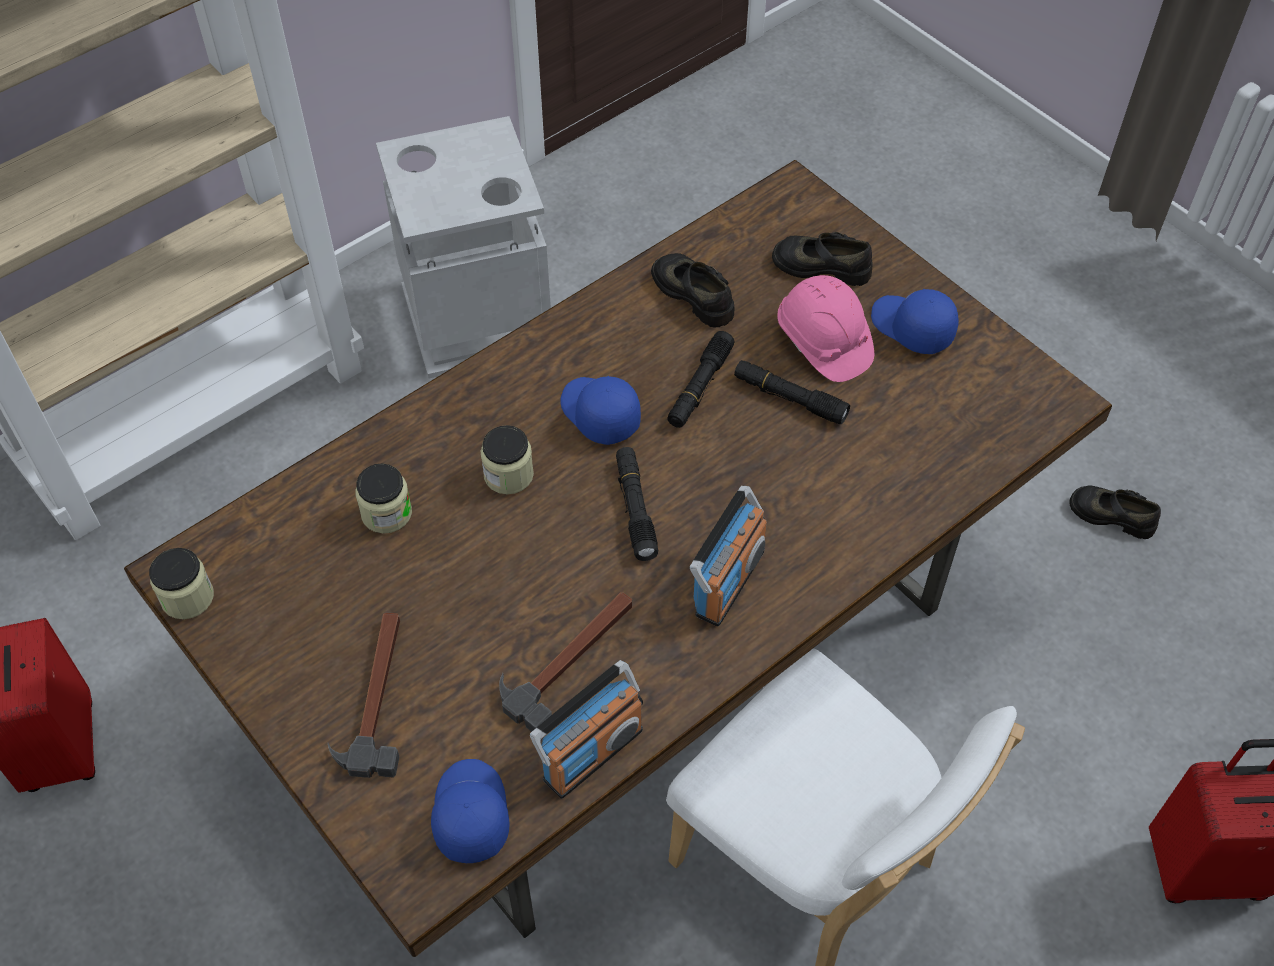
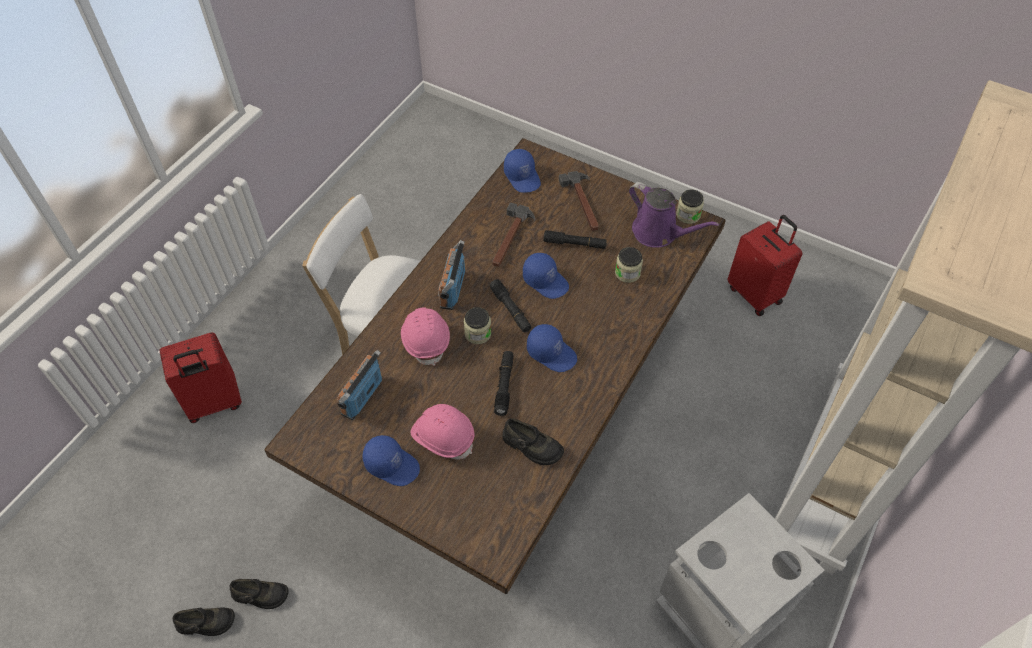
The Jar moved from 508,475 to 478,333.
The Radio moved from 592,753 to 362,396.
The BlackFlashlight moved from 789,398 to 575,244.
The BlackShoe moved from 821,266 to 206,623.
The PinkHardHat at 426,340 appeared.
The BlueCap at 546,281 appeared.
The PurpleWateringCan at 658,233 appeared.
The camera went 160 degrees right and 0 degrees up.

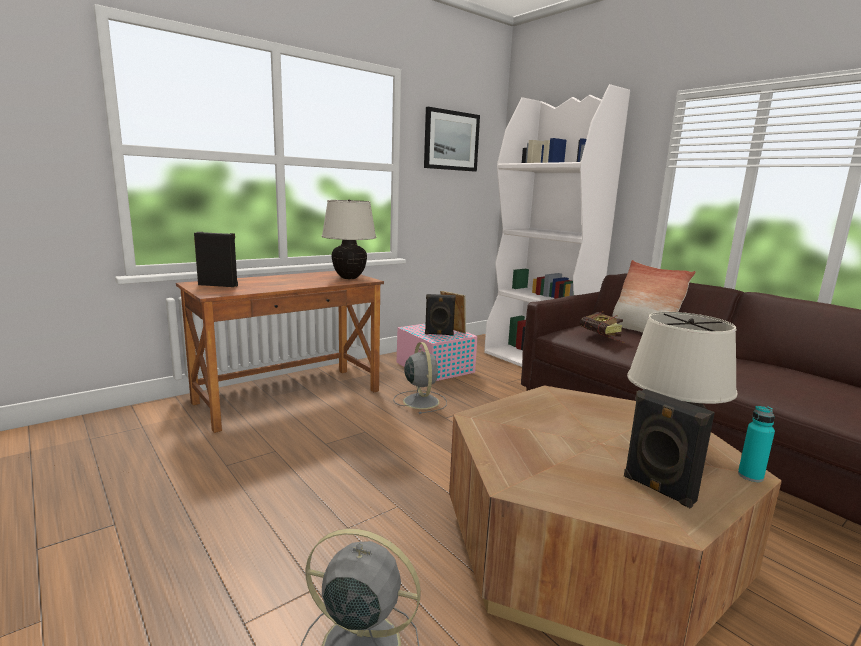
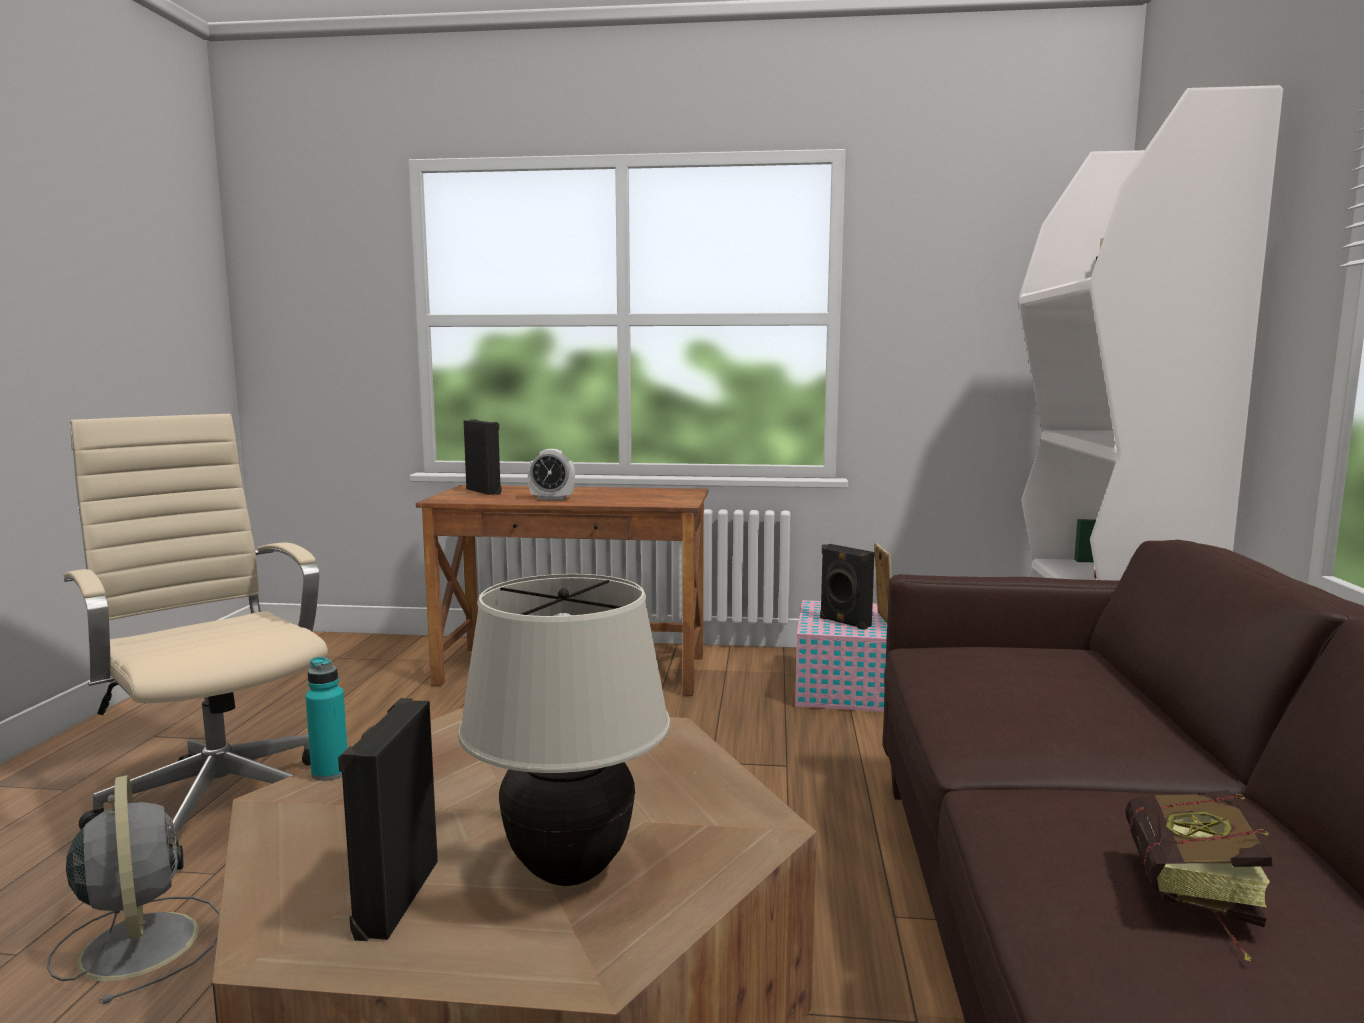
The BeigeTableLamp at 349,278 disappeared.
The GreyFan at 420,401 disappeared.
The Picture at 451,140 disappeared.
The Book moved from 602,337 to 1193,901.
The Pillow at 642,333 disappeared.
The TurquoiseBottle moved from 750,476 to 330,773.
The BeigeOfficeChair at 218,803 appeared.
The AlarmClock at 552,499 appeared.
The camera went 45 degrees right and 5 degrees down.

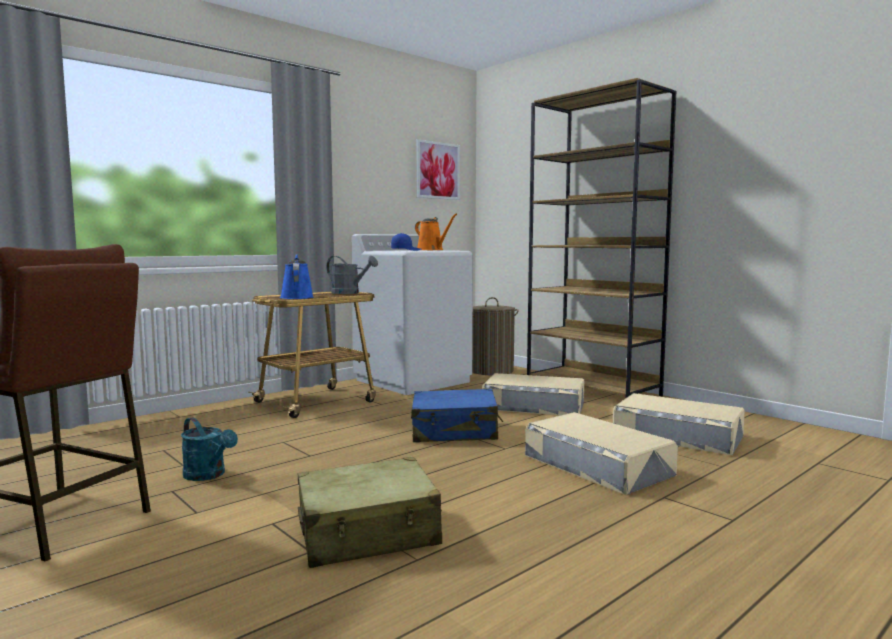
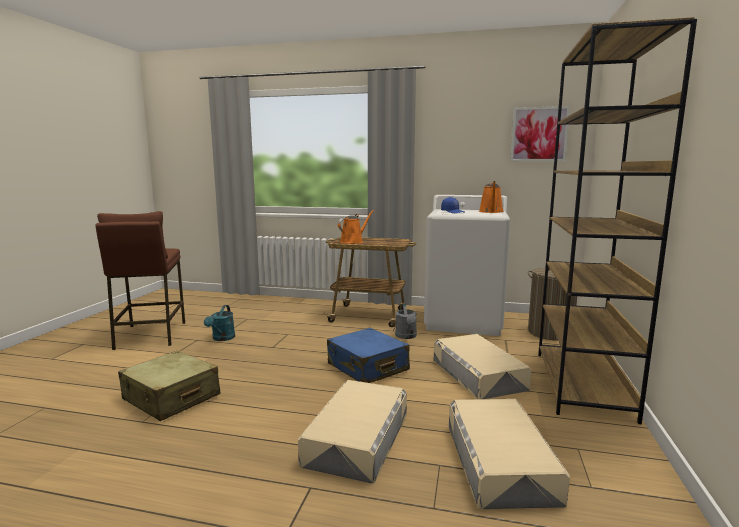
The BlueWateringCan at 296,297 became the OrangeWateringCan at 353,241.
The GreyWateringCan moved from 349,293 to 406,336.
The camera went 55 degrees right and 5 degrees up.

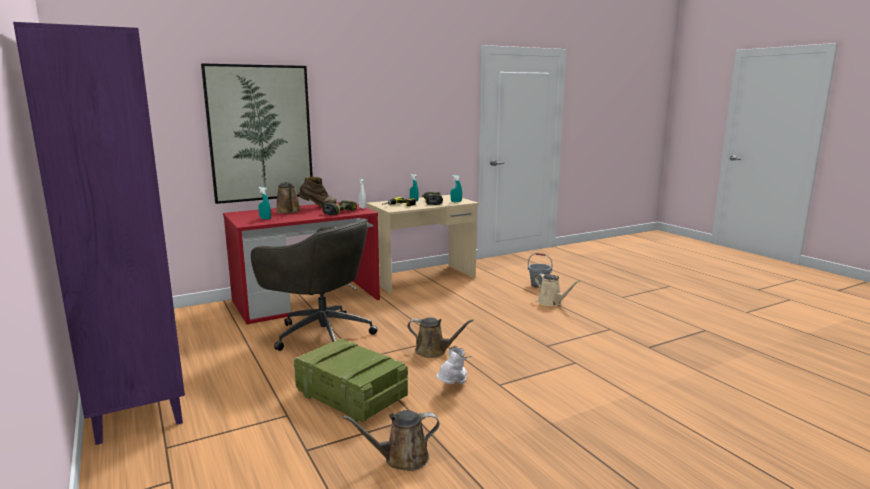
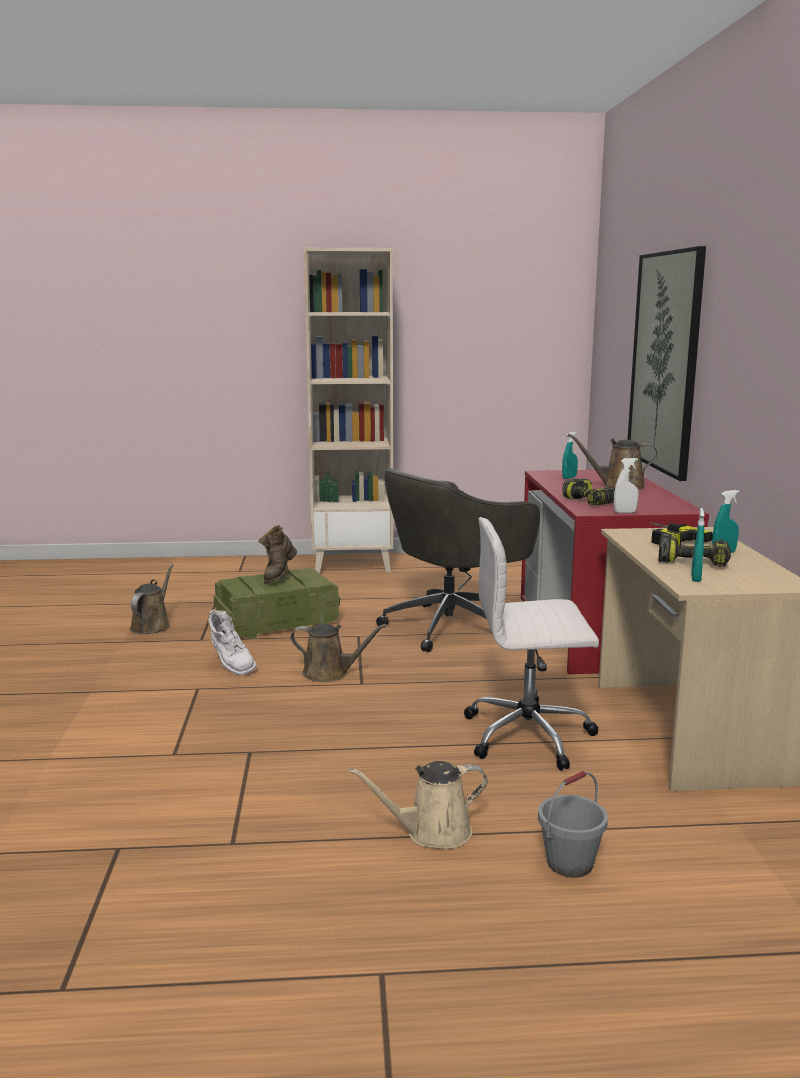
The PurpleBookcase at 137,411 became the BeigeBookcase at 353,564.
The BrownBoot moved from 318,207 to 278,577.
The BrownWateringCan at 433,351 turned 120 degrees counterclockwise.
The WhiteOfficeChair at 530,735 appeared.
The camera went 115 degrees right and 0 degrees up.

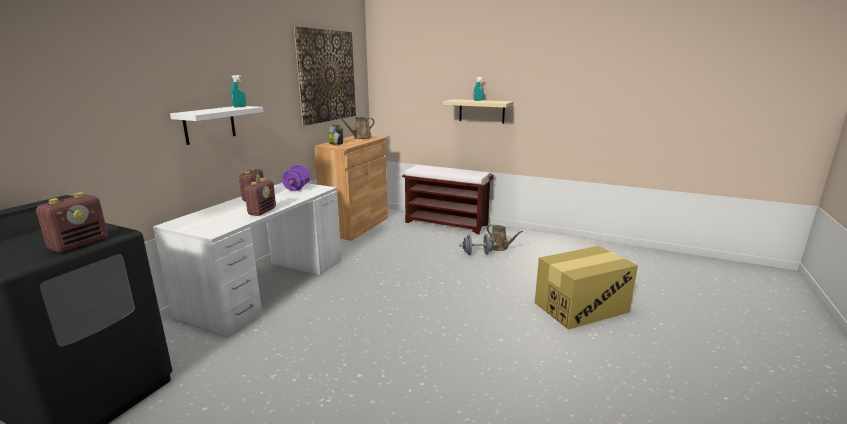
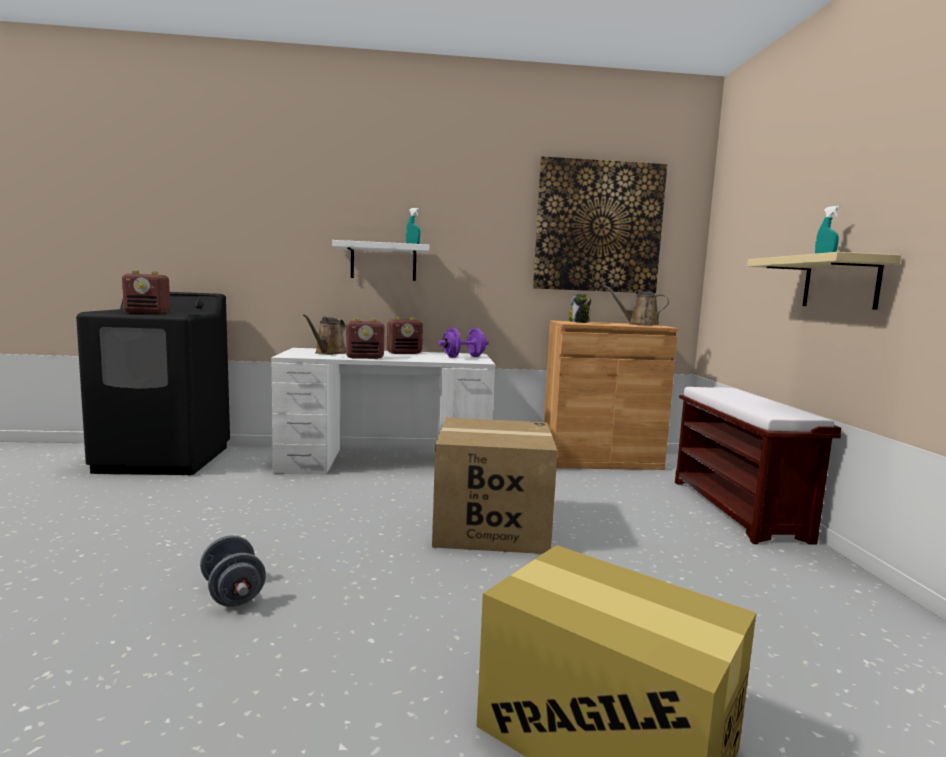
The GreyDumbbell moved from 477,253 to 233,593.
The BrownWateringCan moved from 499,247 to 328,353.
The CardboardBox at 491,526 appeared.
The camera went 60 degrees right and 10 degrees down.

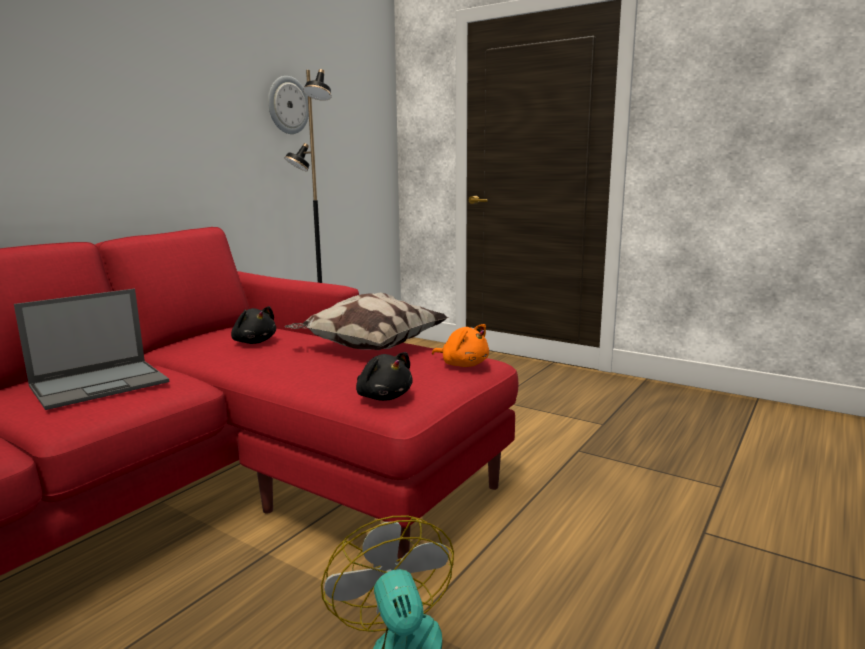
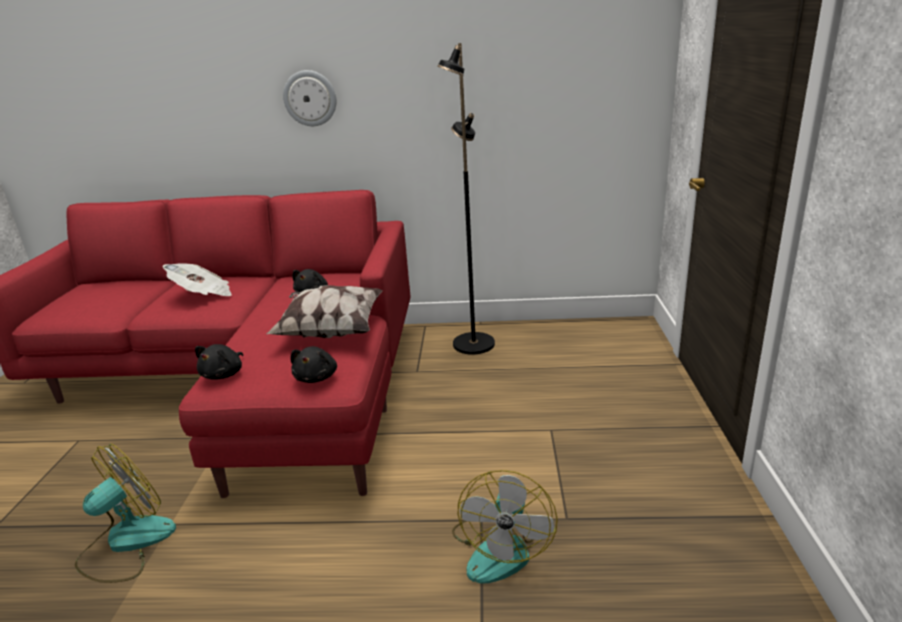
The Laptop at 101,384 was replaced by the Newspaper at 203,295.
The WallClock moved from 287,105 to 310,98.
The OrangePlushToy at 463,364 became the BlackPlushToy at 317,377.
The Fan at 501,548 appeared.
The camera went 60 degrees right and 10 degrees up.

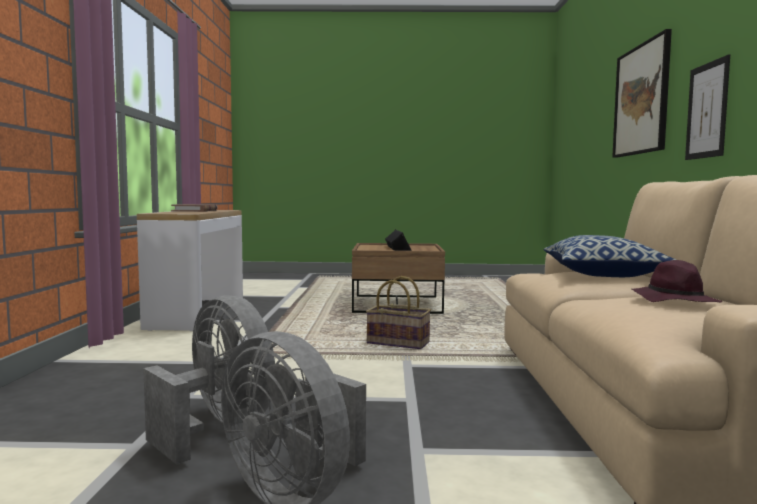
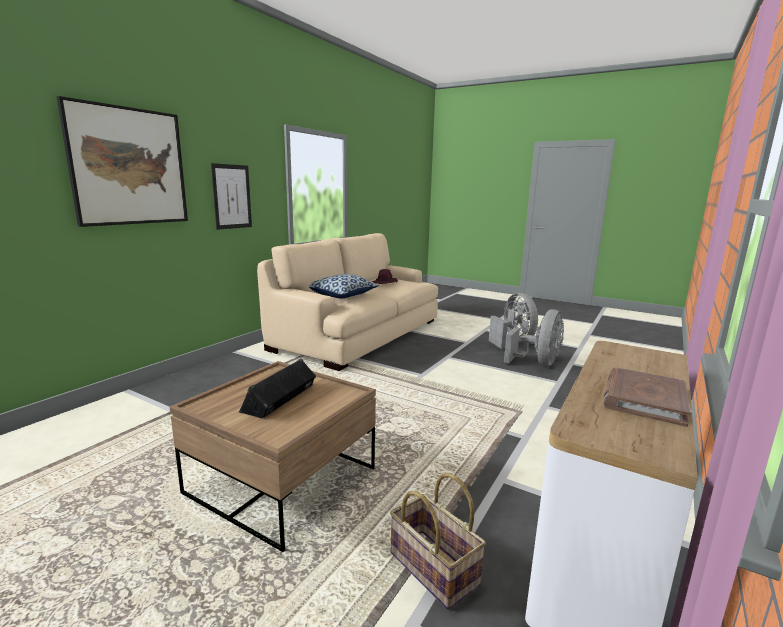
The GreyFan at 218,428 turned 135 degrees counterclockwise.
The Basket moved from 399,343 to 432,569.
The camera went 150 degrees left and 10 degrees up.

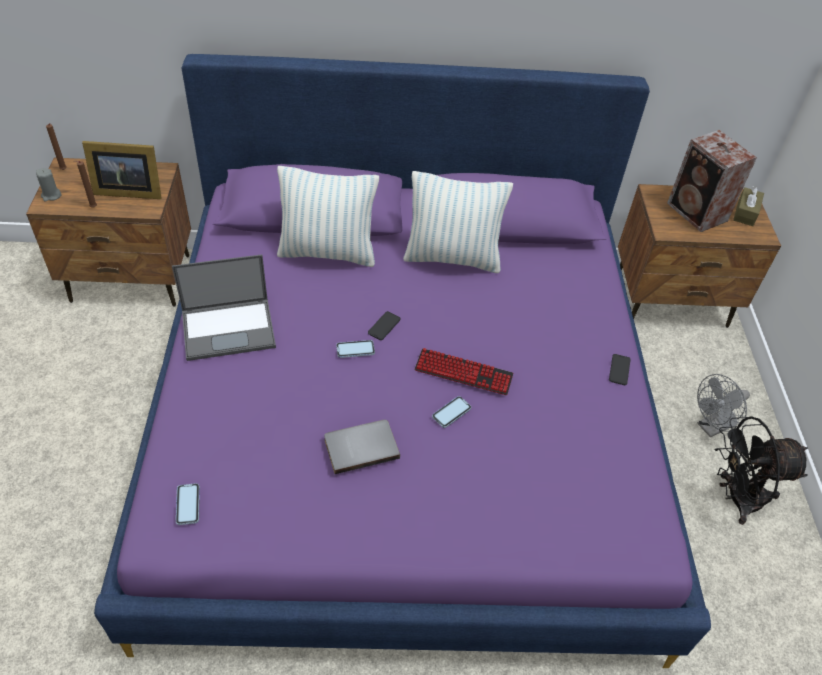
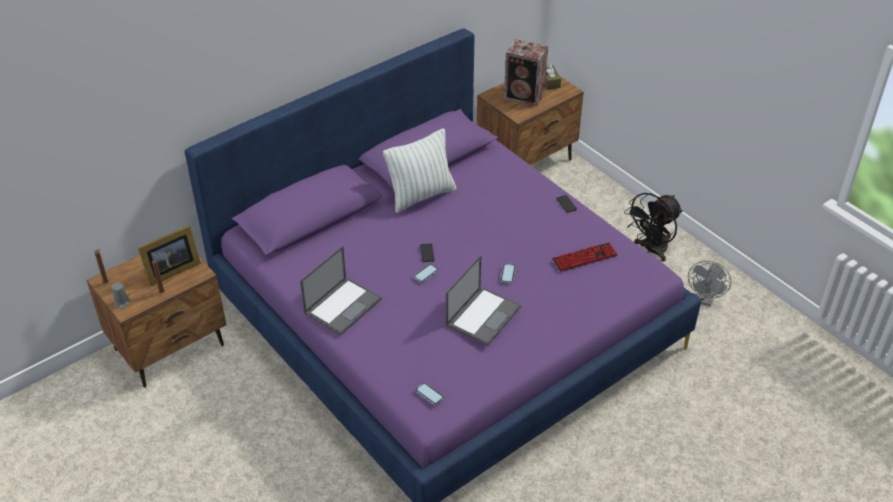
The Pillow at 327,252 disappeared.
The GreyBook at 360,446 was replaced by the Laptop at 483,315.
The Keyboard moved from 463,373 to 584,258.
The GreyFan moved from 711,427 to 705,299.
The camera went 35 degrees left and 5 degrees down.

